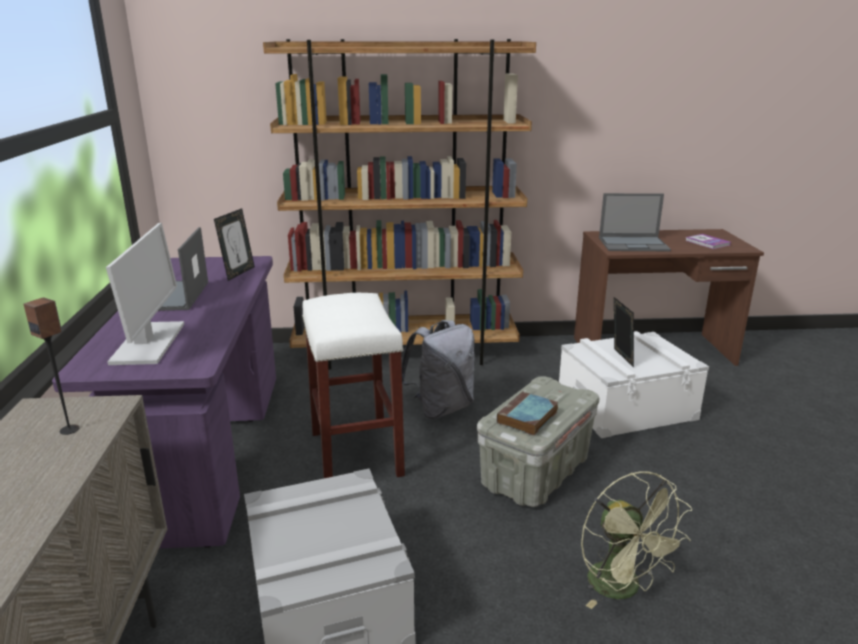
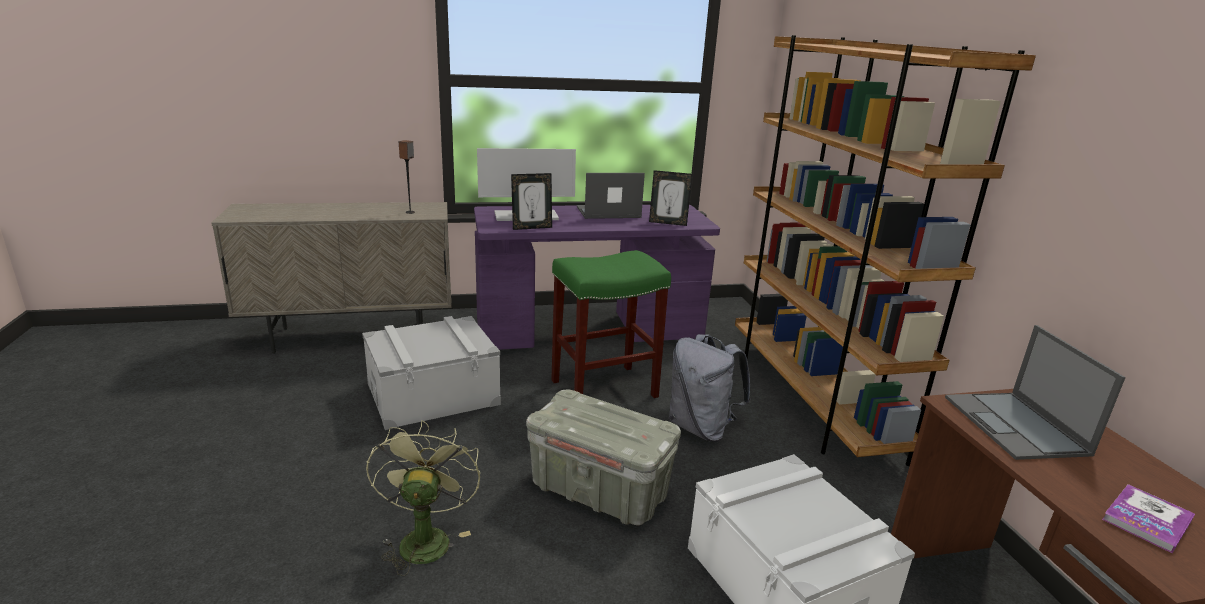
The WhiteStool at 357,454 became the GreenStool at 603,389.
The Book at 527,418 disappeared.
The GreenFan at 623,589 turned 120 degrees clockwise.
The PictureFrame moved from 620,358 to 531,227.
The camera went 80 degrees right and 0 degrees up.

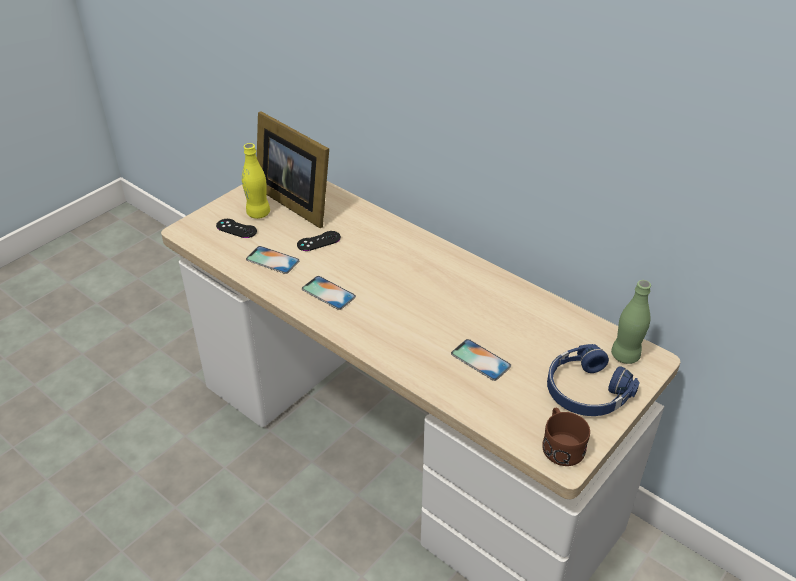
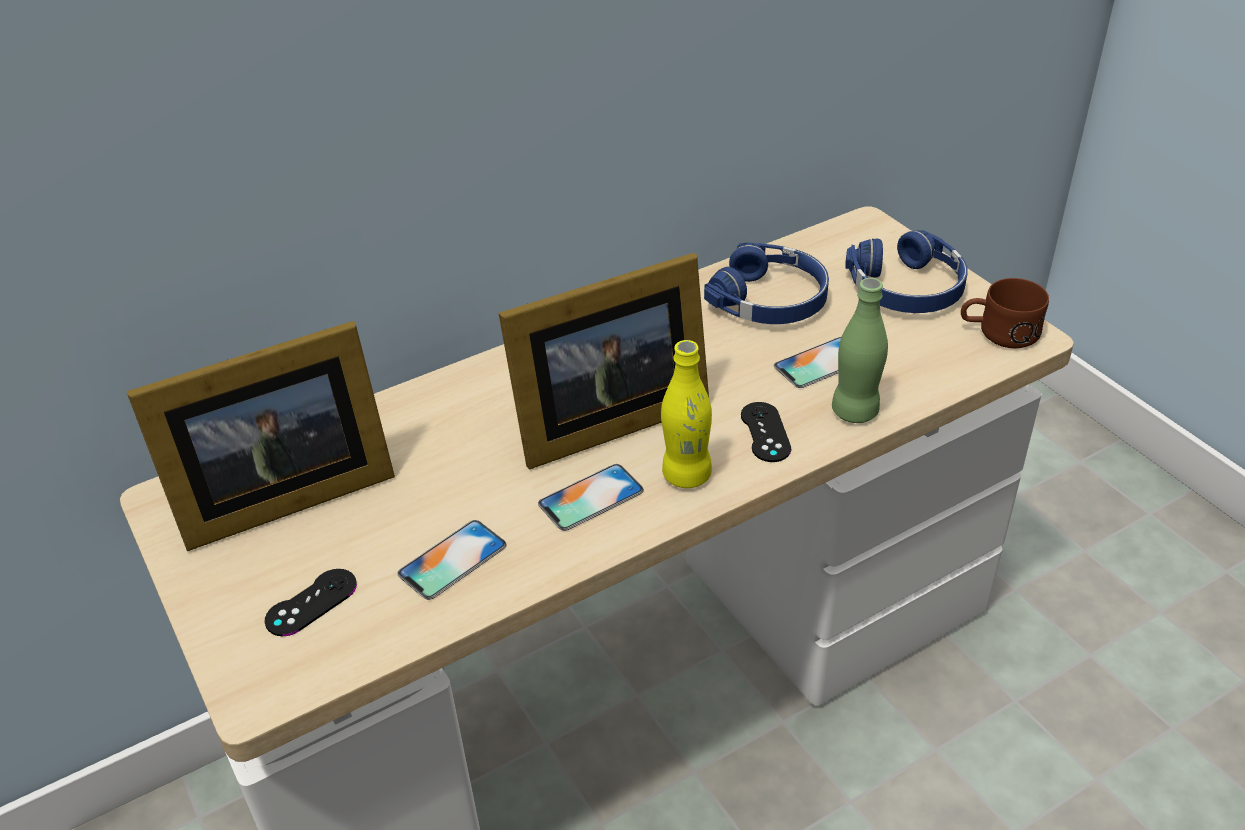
The YellowBottle moved from 258,213 to 686,475.
The BlackGameController moved from 319,241 to 765,432.
The GreenBottle moved from 625,356 to 855,411.
The PictureFrame at 602,422 appeared.
The BlueHeadphones at 771,299 appeared.
The camera went 70 degrees left and 0 degrees up.

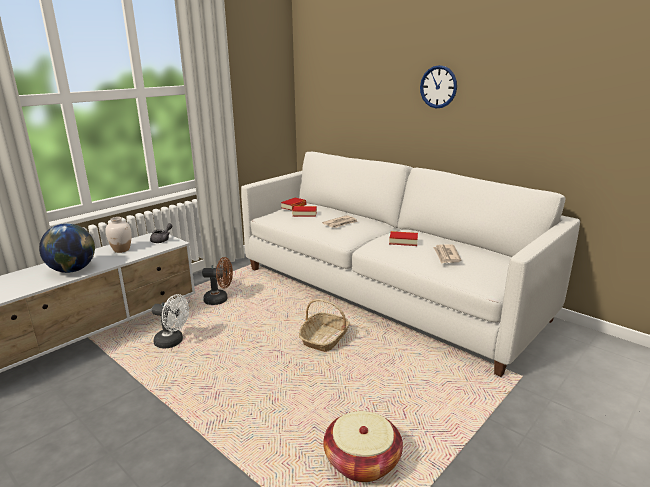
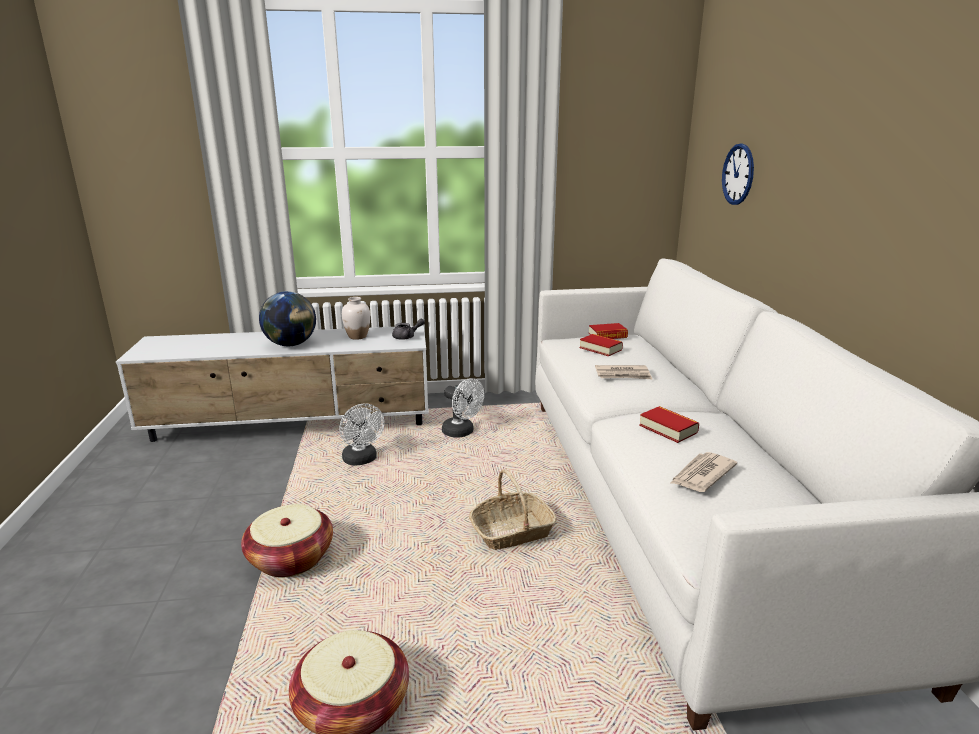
The BrownFan at 220,300 became the WhiteFan at 462,432.
The WallClock moved from 438,87 to 738,174.
The Basket at 291,558 appeared.
The camera went 40 degrees right and 0 degrees up.

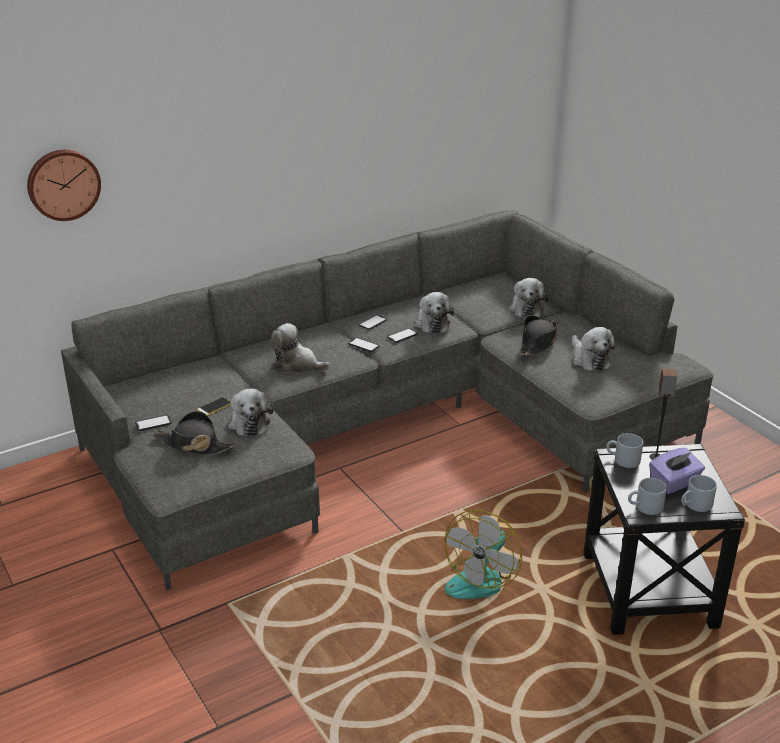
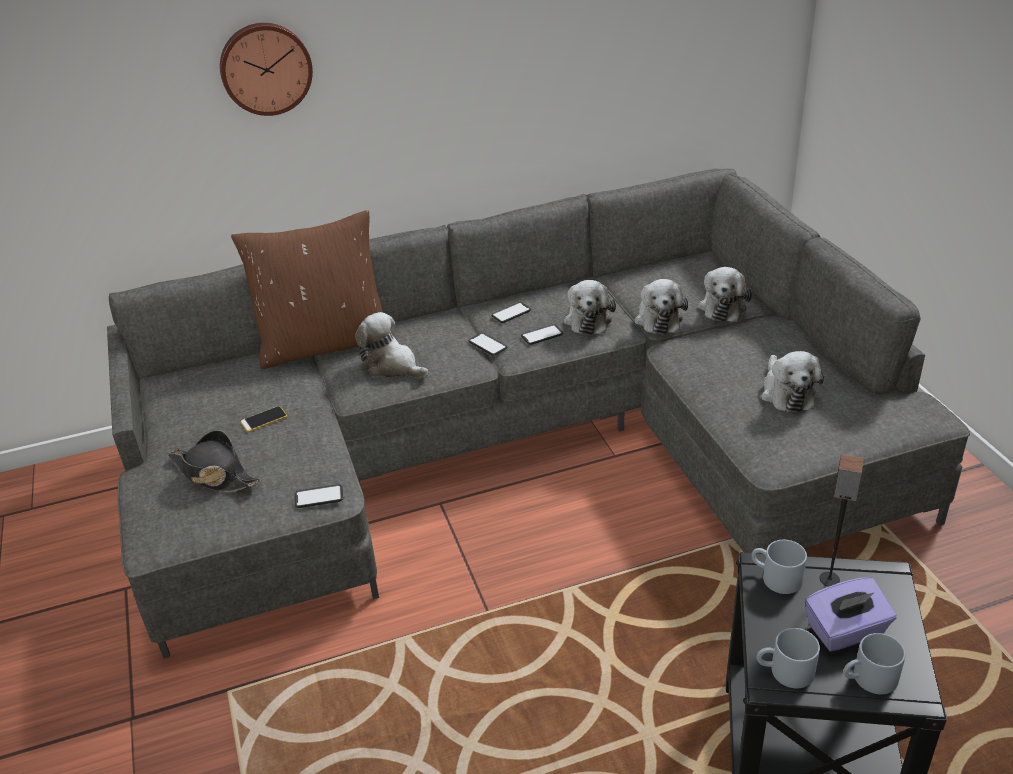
The WallClock moved from 63,184 to 265,68.
The Phone moved from 153,423 to 319,497.
The PlushToy moved from 249,422 to 658,318.
The Fan at 480,578 disappeared.
The BlackHat at 538,342 disappeared.
The BrownPillow at 325,344 appeared.
The camera went 15 degrees right and 5 degrees up.

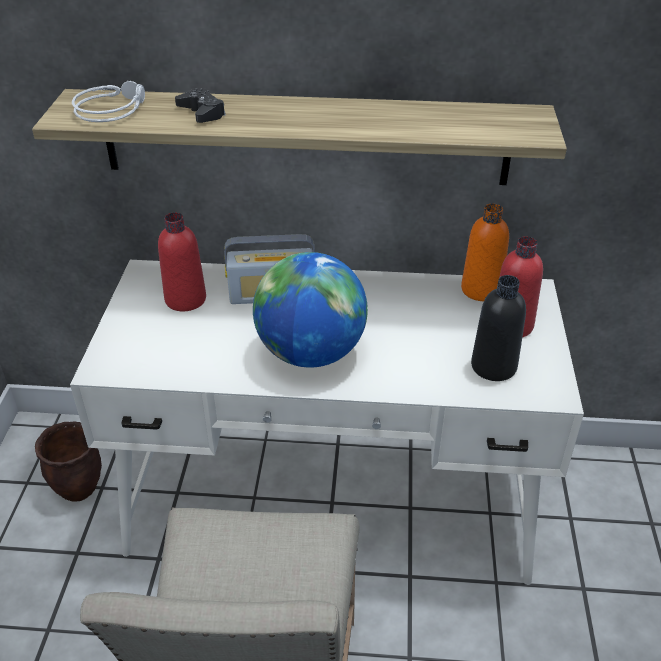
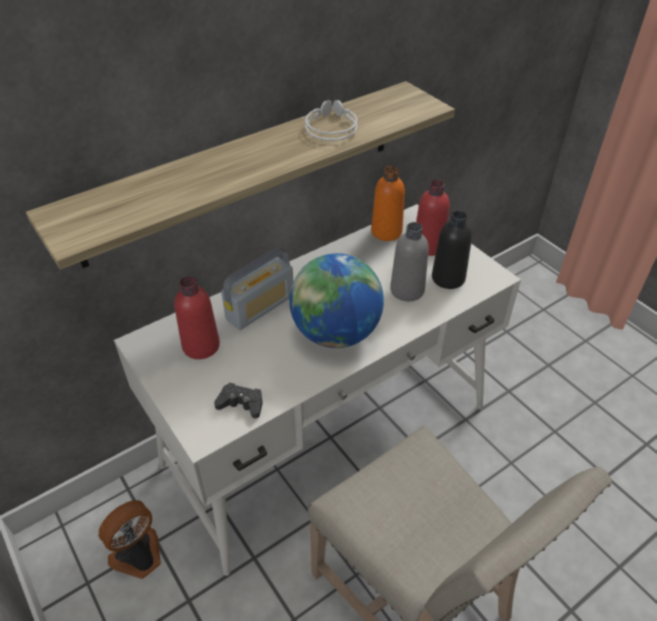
The BrownPlanter at 78,490 was replaced by the Fan at 139,556.
The GreyHeadphones moved from 111,109 to 329,127.
The BlackGameController moved from 202,112 to 241,404.
The GreyBottle at 407,290 appeared.
The camera went 40 degrees left and 5 degrees up.

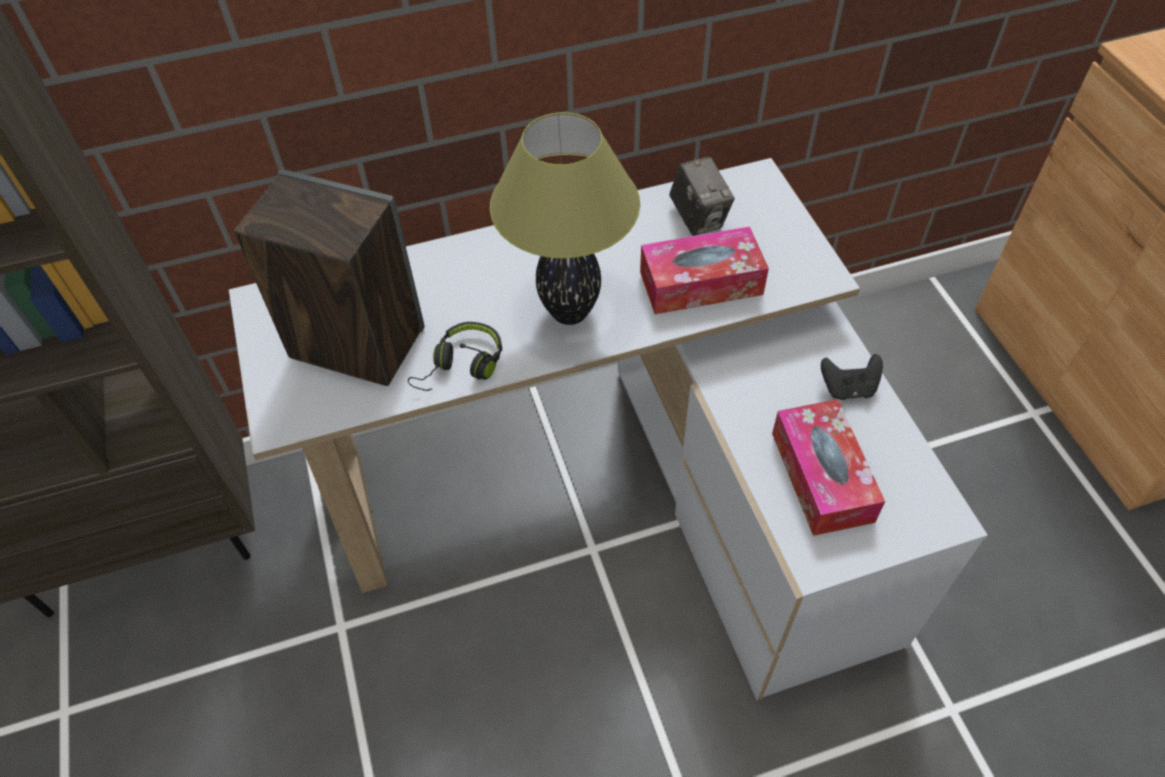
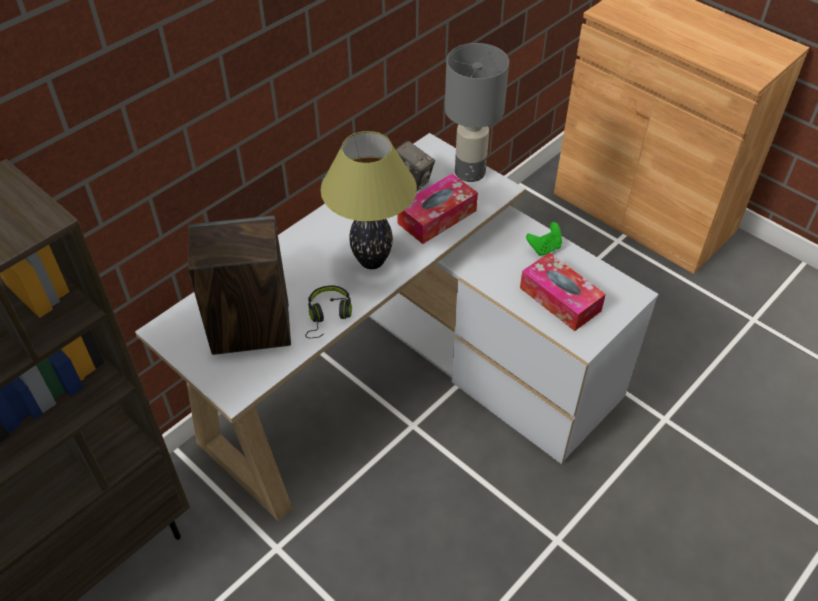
The BlackGameController at 848,388 became the GreenGameController at 544,248.
The GreyTableLamp at 469,173 appeared.
The camera went 30 degrees left and 5 degrees down.

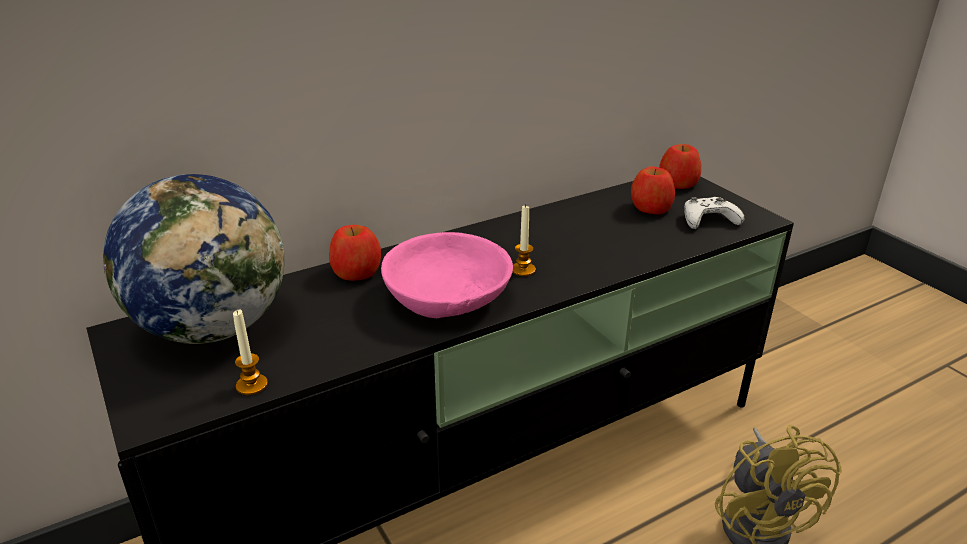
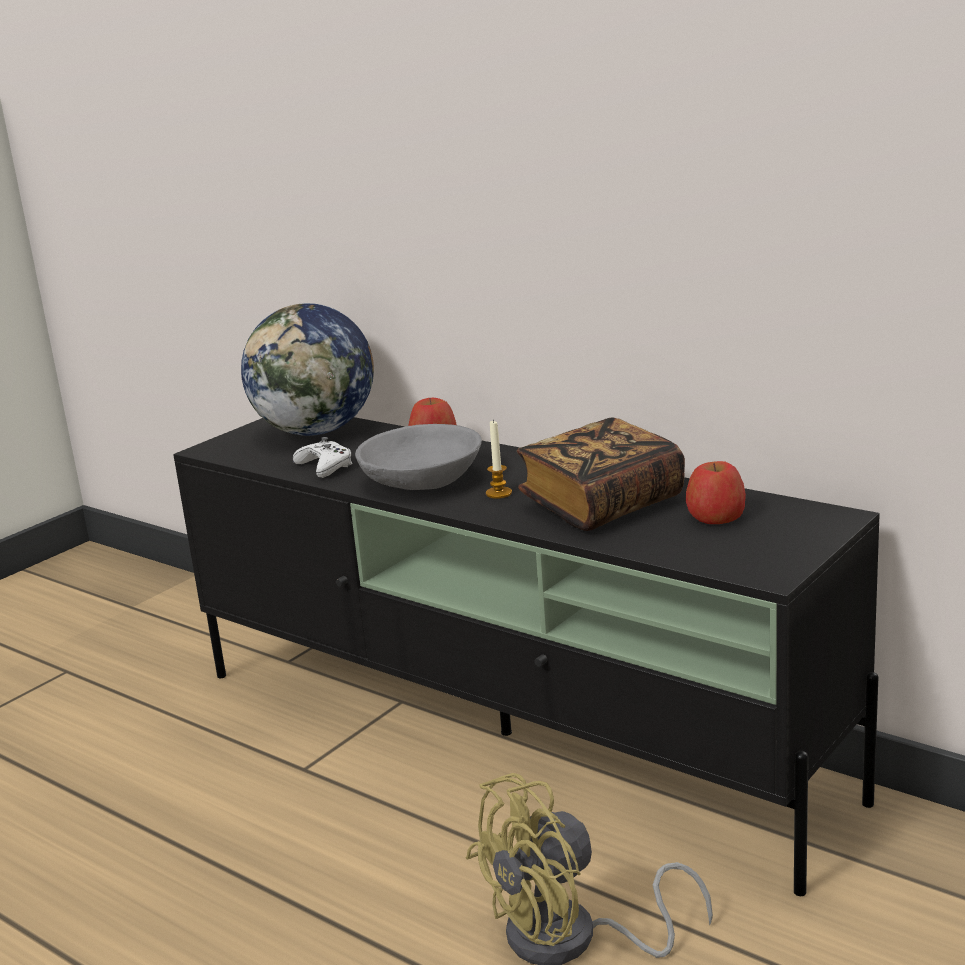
The Candle at 252,385 disappeared.
The PinkBowl at 447,297 became the GreyBowl at 422,480.
The Apple at 678,183 disappeared.
The WhiteGameController moved from 709,220 to 325,466.
The Book at 601,504 appeared.
The camera went 70 degrees right and 10 degrees down.

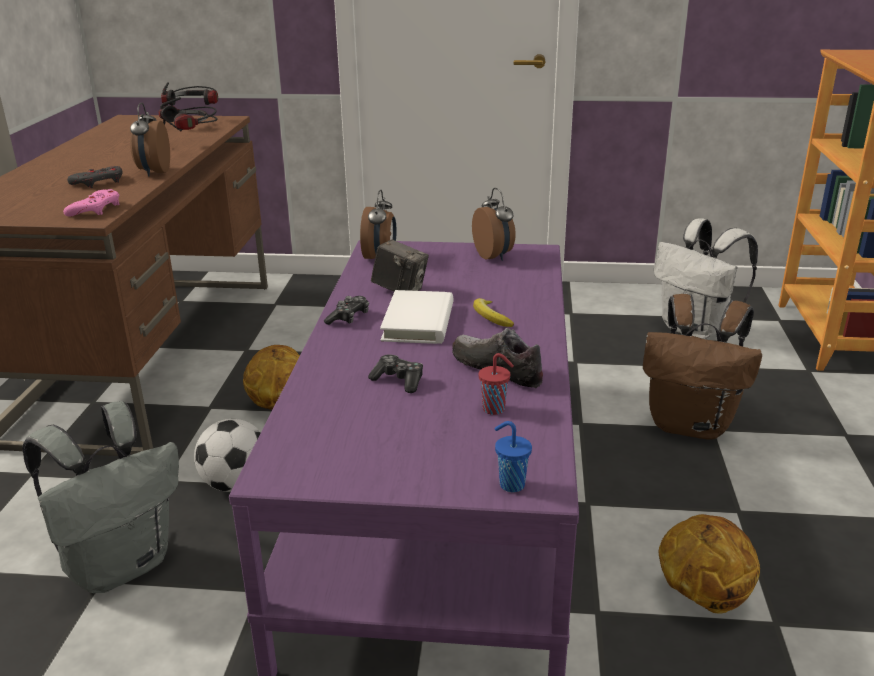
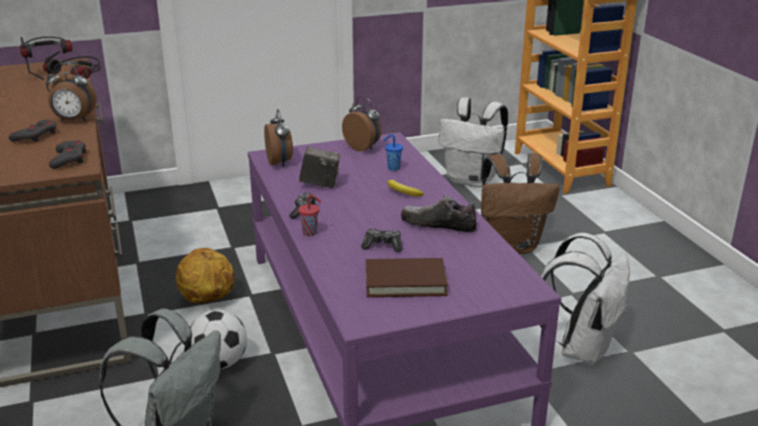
The PinkGameController at 95,209 became the GreyGameController at 69,159.
The AlarmClock at 153,172 turned 60 degrees counterclockwise.
The WhiteBook at 418,322 disappeared.
The RedCup moved from 495,409 to 311,233.
The BlueCup moved from 510,484 to 392,168.
The Basketball at 701,596 was replaced by the WhiteBackpack at 582,348.
The BrownBook at 405,282 appeared.
The camera went 25 degrees left and 0 degrees up.

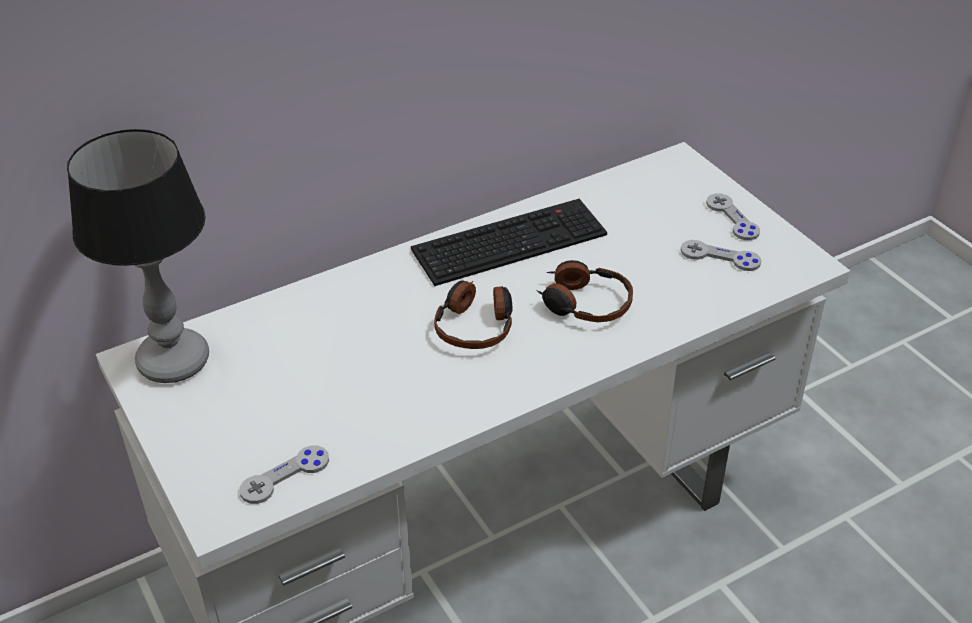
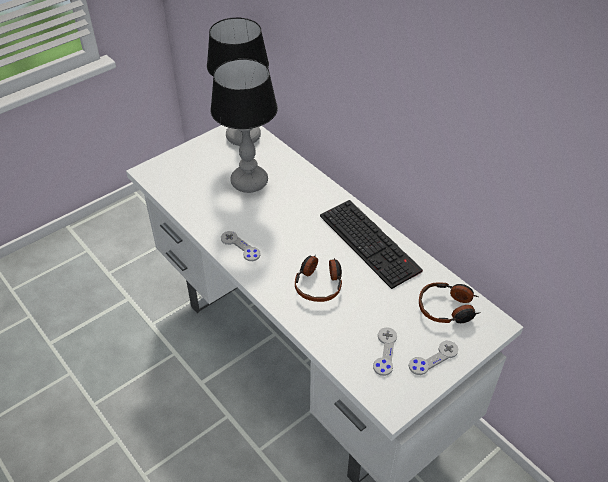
The GreyGameController moved from 285,476 to 240,247.
The Headphones moved from 476,325 to 447,309.
The TableLamp at 248,182 appeared.
The camera went 80 degrees right and 5 degrees up.

